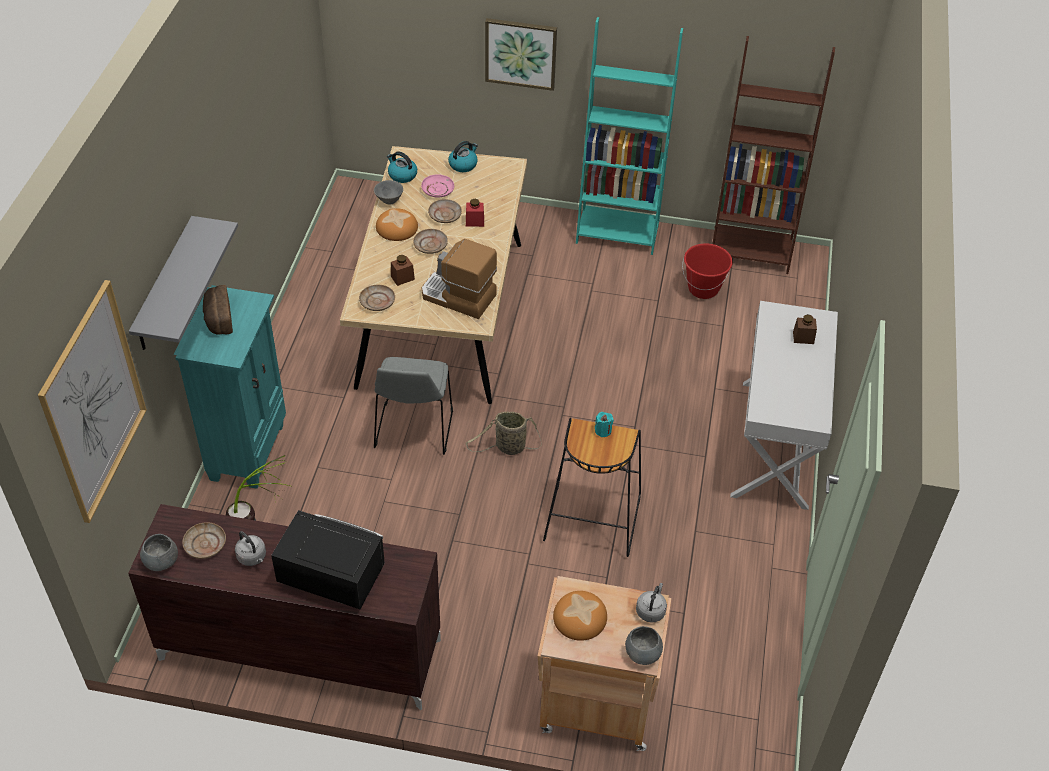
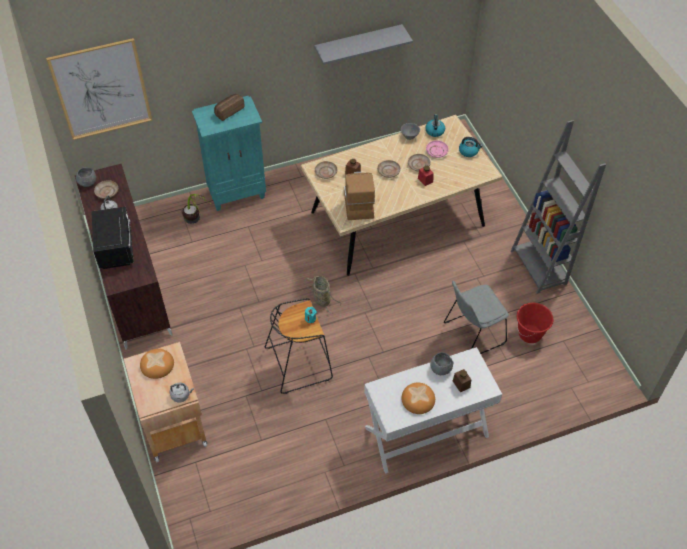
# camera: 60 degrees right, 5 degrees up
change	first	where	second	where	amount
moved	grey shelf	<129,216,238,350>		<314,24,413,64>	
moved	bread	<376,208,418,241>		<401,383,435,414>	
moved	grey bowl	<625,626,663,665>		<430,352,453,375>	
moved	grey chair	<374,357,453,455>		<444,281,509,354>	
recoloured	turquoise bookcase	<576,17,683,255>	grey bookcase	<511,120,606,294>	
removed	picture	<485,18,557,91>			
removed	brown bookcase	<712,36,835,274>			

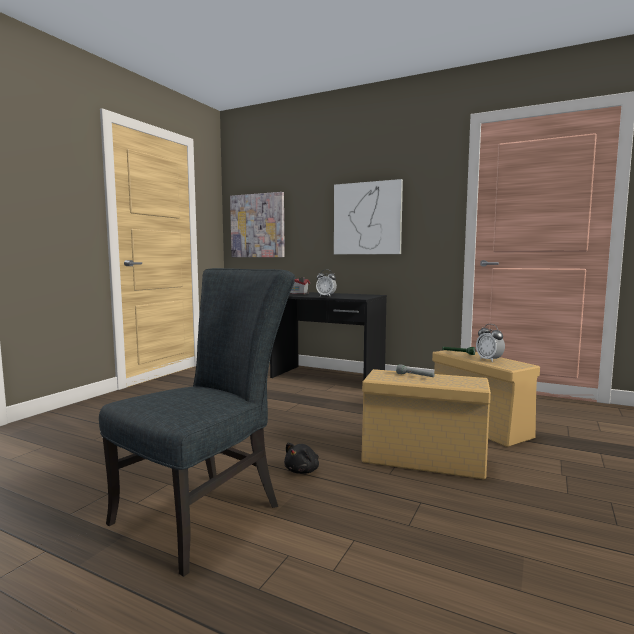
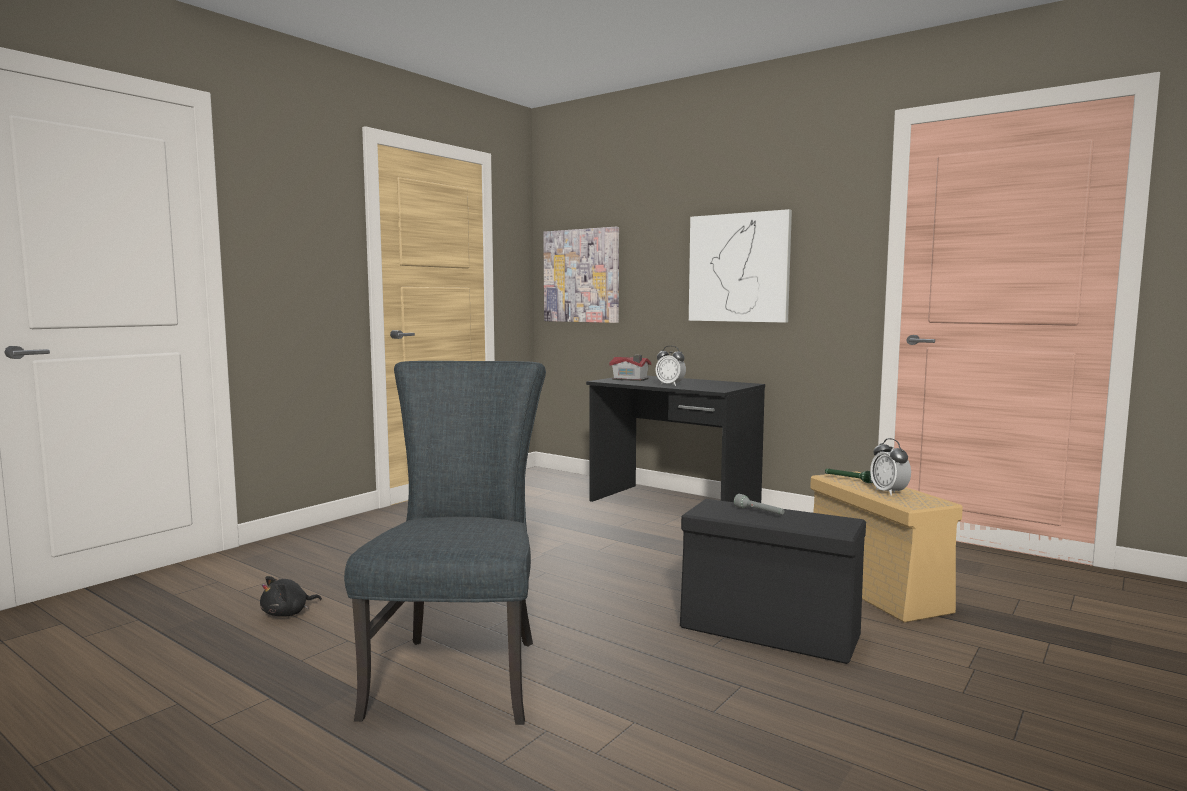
# camera: 10 degrees right, 0 degrees up
change	first	where	second	where	amount
moved	black plush toy	<284,442,319,474>		<260,576,322,617>	
turned	grey chair	<99,268,296,577>		<344,361,546,725>	45 degrees counterclockwise
recoloured	beige storage box	<361,369,491,479>	black storage box	<680,499,866,664>	

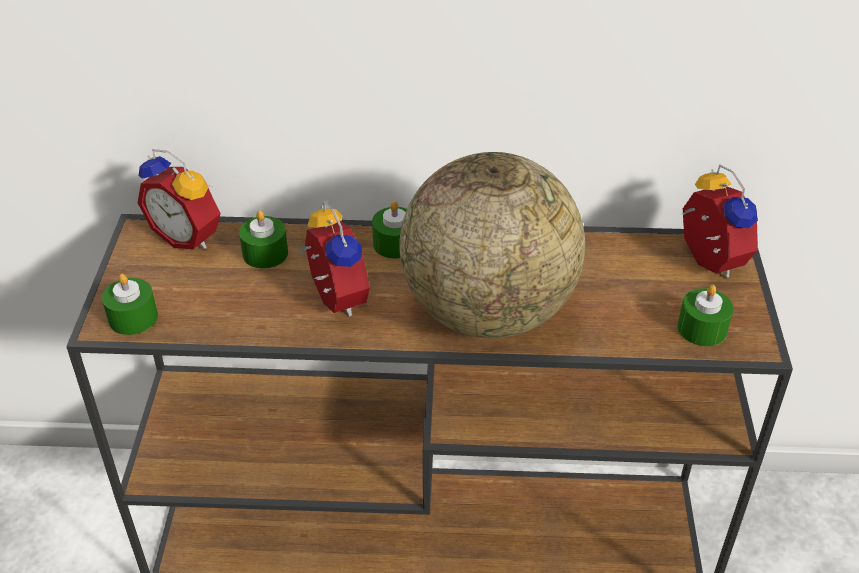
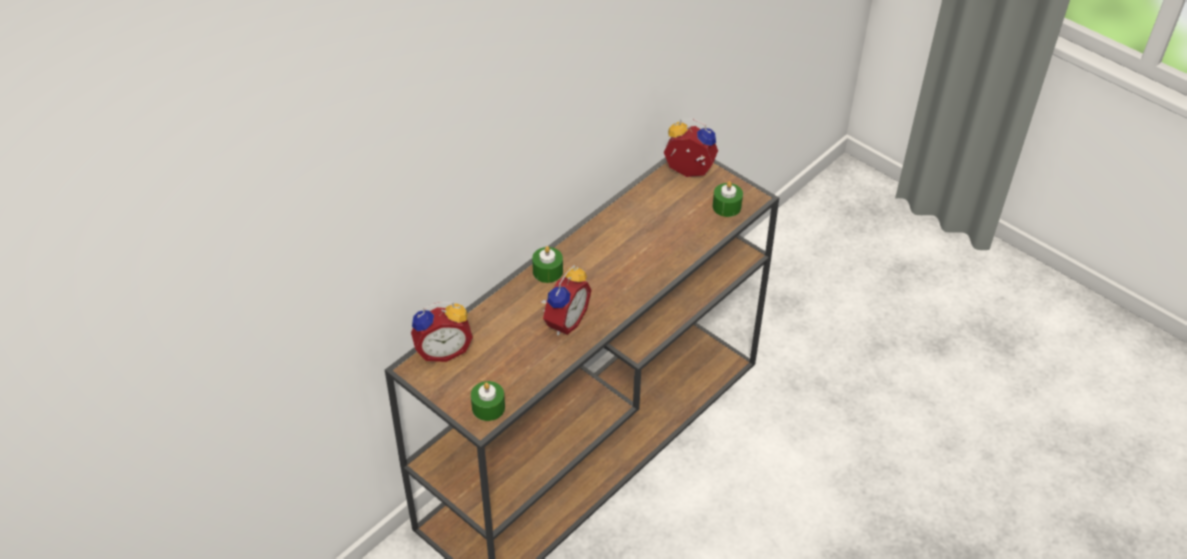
# camera: 50 degrees left, 5 degrees up
change	first	where	second	where	amount
turned	alarm clock	<297,201,370,316>		<540,265,591,336>	105 degrees clockwise
removed	green candle	<239,210,288,269>			
removed	globe	<399,152,585,338>			

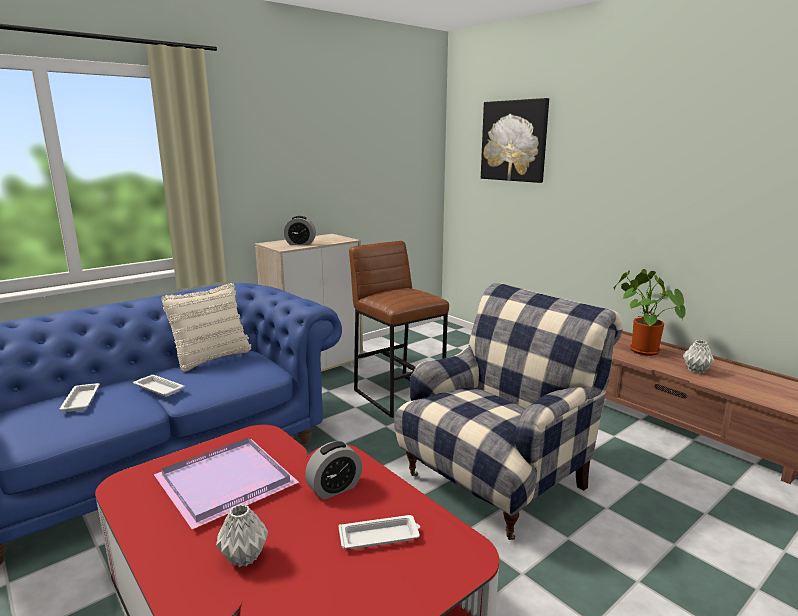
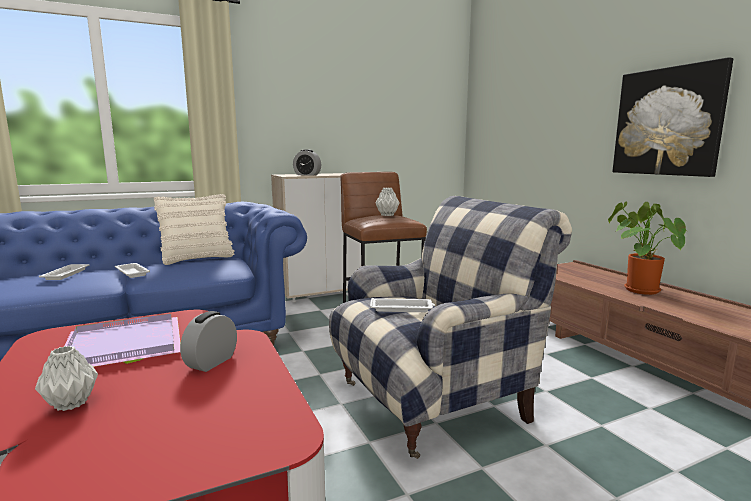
# camera: 15 degrees right, 5 degrees down
change	first	where	second	where	amount
turned	alarm clock	<305,441,362,500>		<180,311,237,372>	135 degrees clockwise
moved	white tray	<339,515,420,549>		<370,298,435,312>	
moved	grey vase	<683,340,714,374>		<375,188,400,216>	
moved	picture	<481,98,549,183>		<612,57,733,177>	

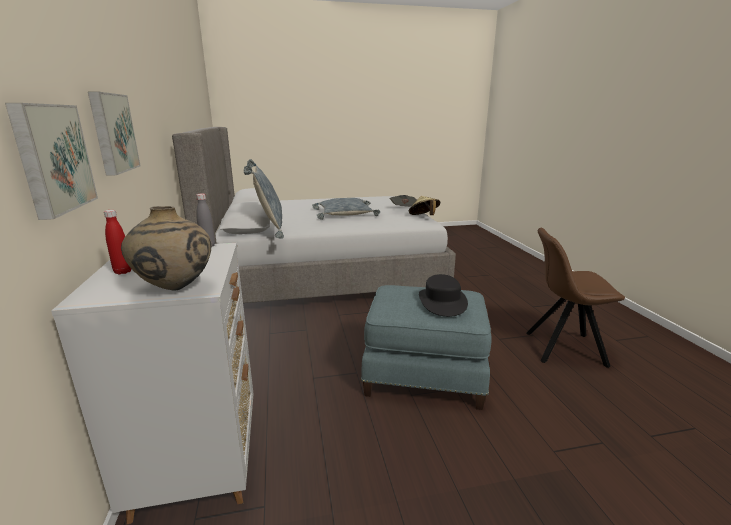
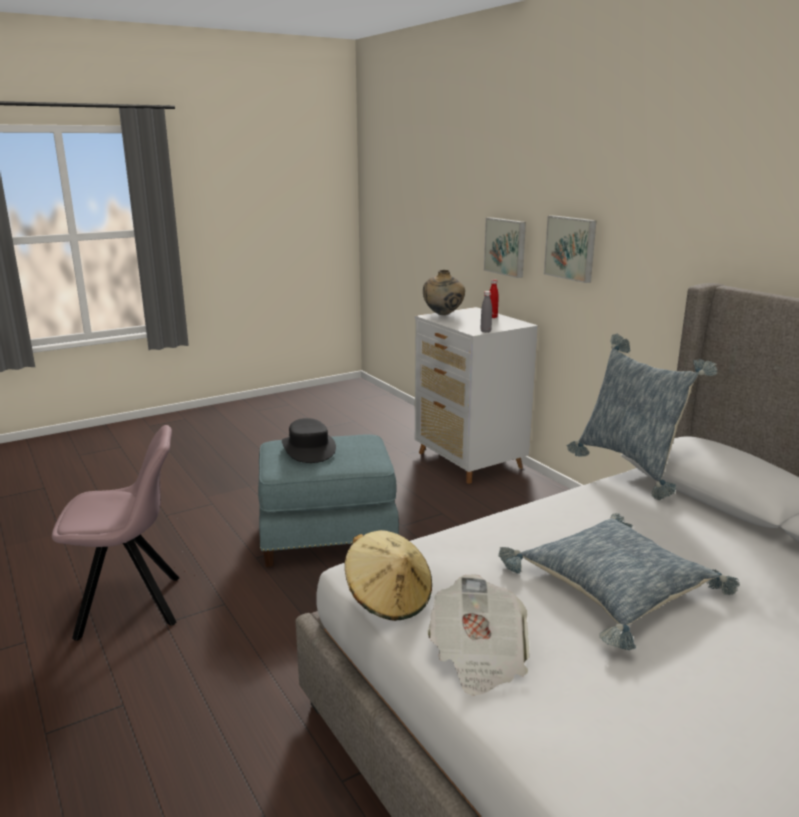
# camera: 160 degrees right, 0 degrees up
change	first	where	second	where	amount
recoloured	brown chair	<526,228,625,368>	pink chair	<52,425,179,641>	

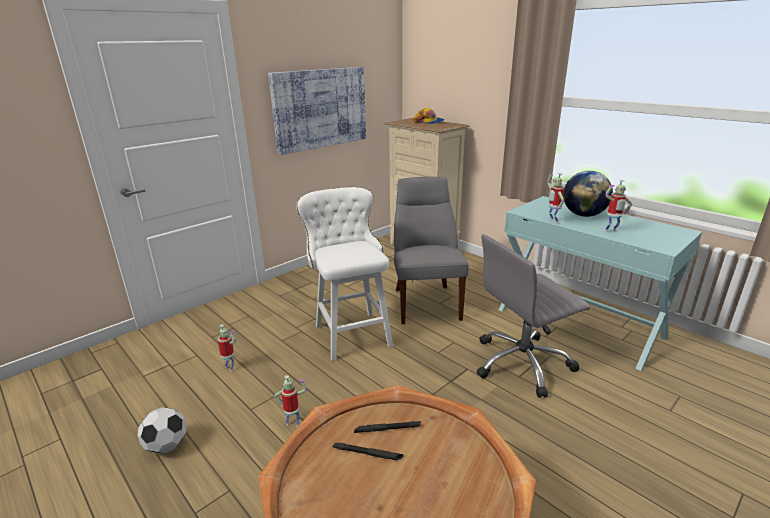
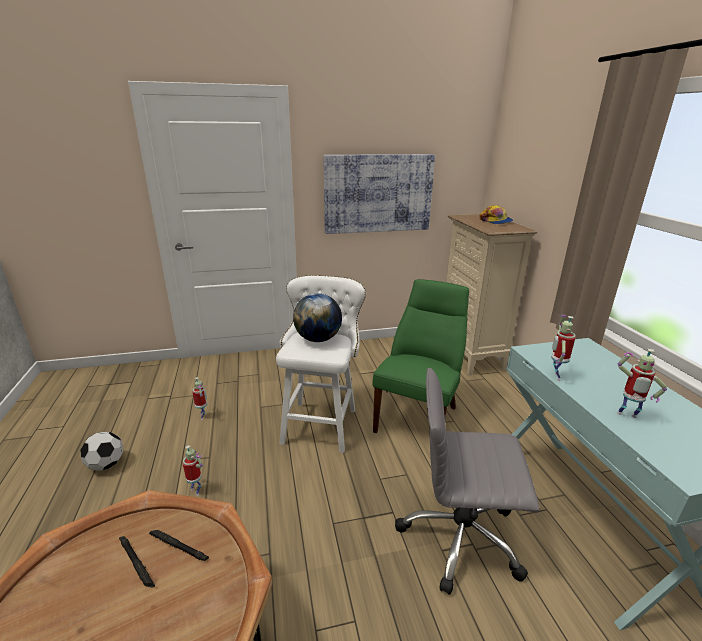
# camera: 30 degrees right, 0 degrees up
change	first	where	second	where	amount
moved	globe	<563,171,613,217>		<293,293,342,342>	
recoloured	grey chair	<394,177,469,324>	green chair	<373,279,469,433>	

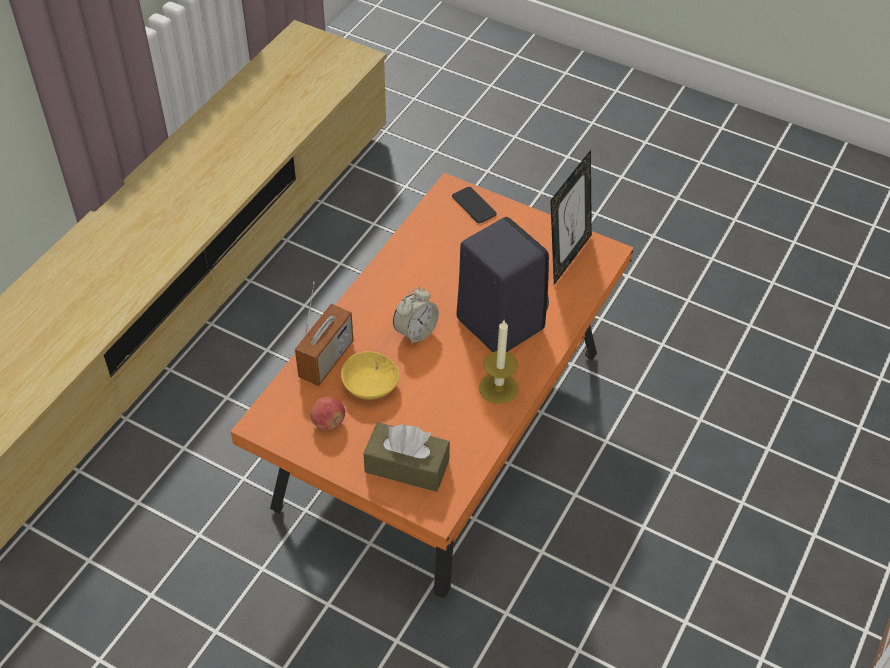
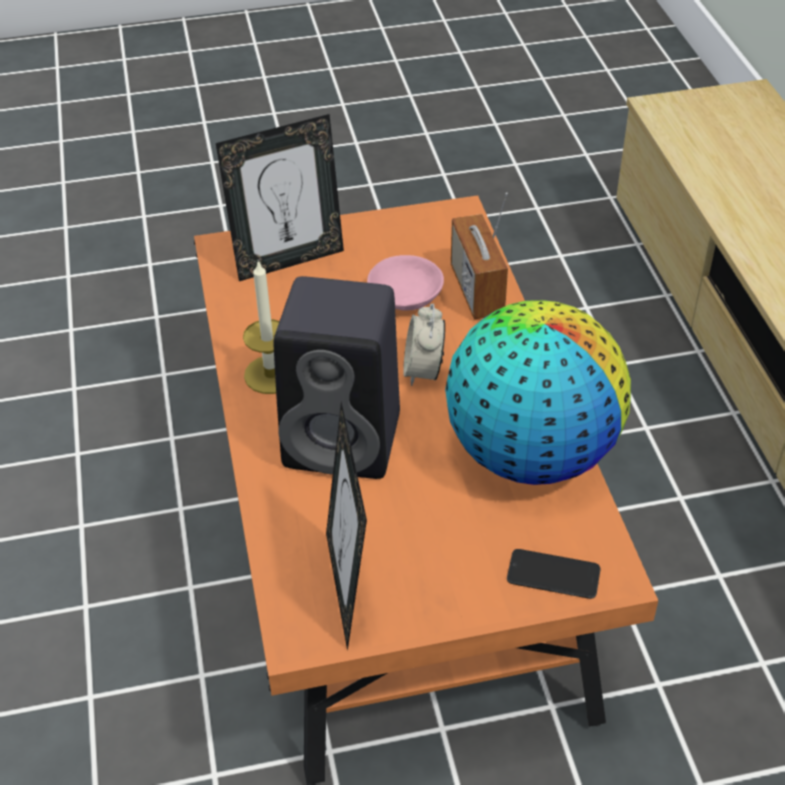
# camera: 140 degrees right, 5 degrees down
change	first	where	second	where	amount
replaced	brown tissue box	<363,422,450,492>	picture frame	<216,114,344,281>	
recoloured	yellow bowl	<341,351,400,400>	pink bowl	<367,255,444,311>	
added			globe	<445,300,631,485>	
removed	apple	<310,397,345,431>			

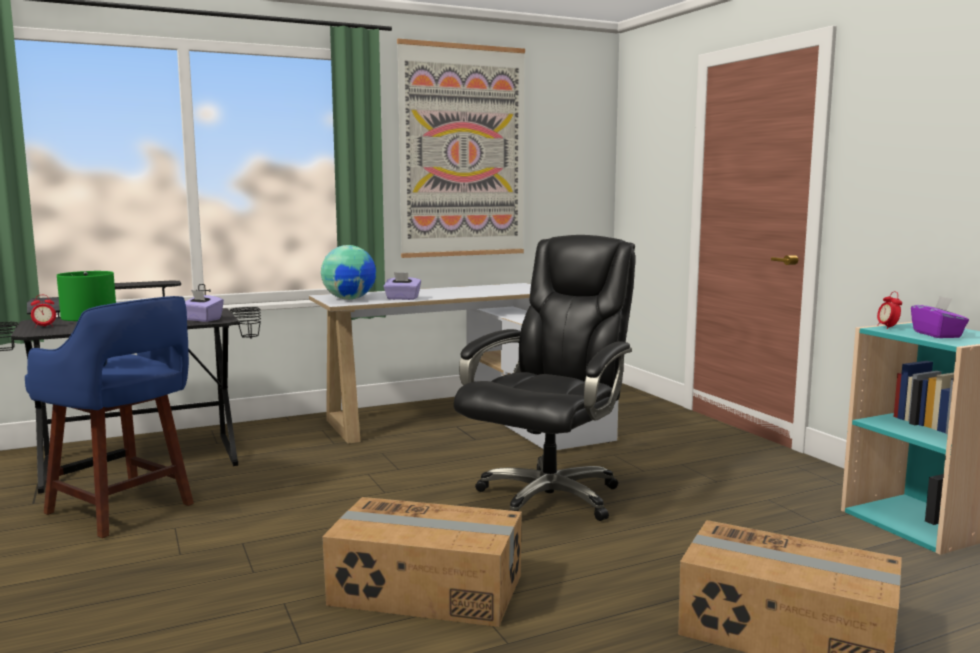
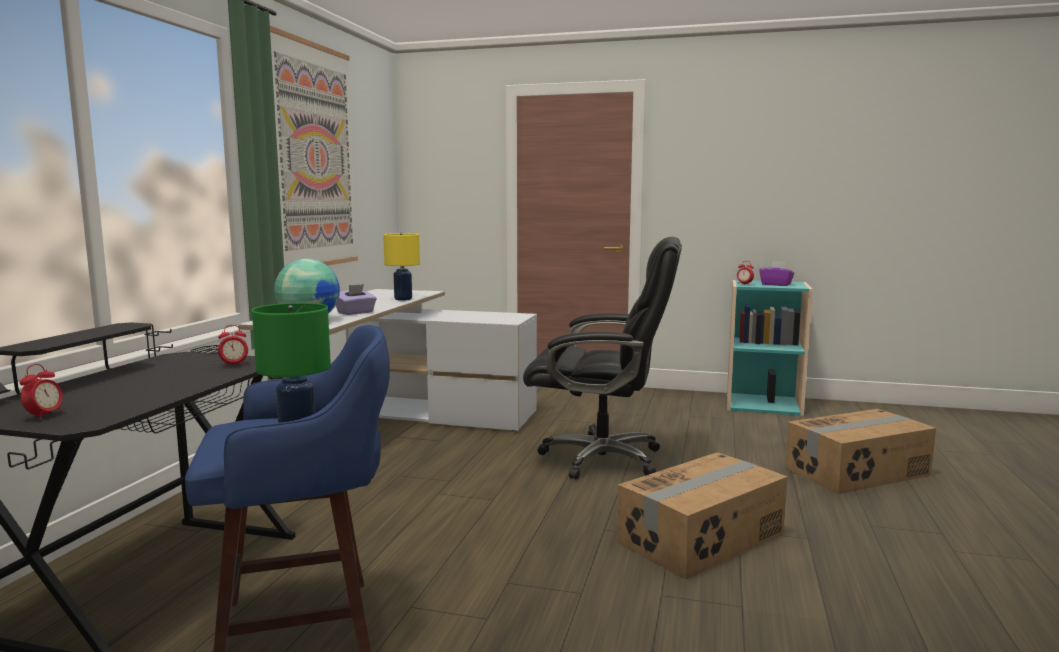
# camera: 50 degrees left, 0 degrees up
change	first	where	second	where	amount
replaced	purple tissue box	<185,290,224,322>	alarm clock	<218,325,248,367>	
added			yellow table lamp	<383,233,420,301>	
turned	black office chair	<454,235,635,521>		<523,237,682,480>	120 degrees clockwise

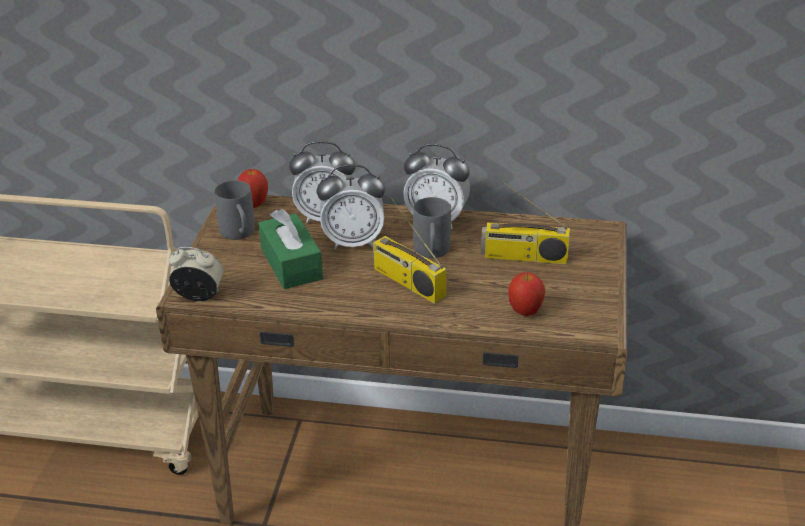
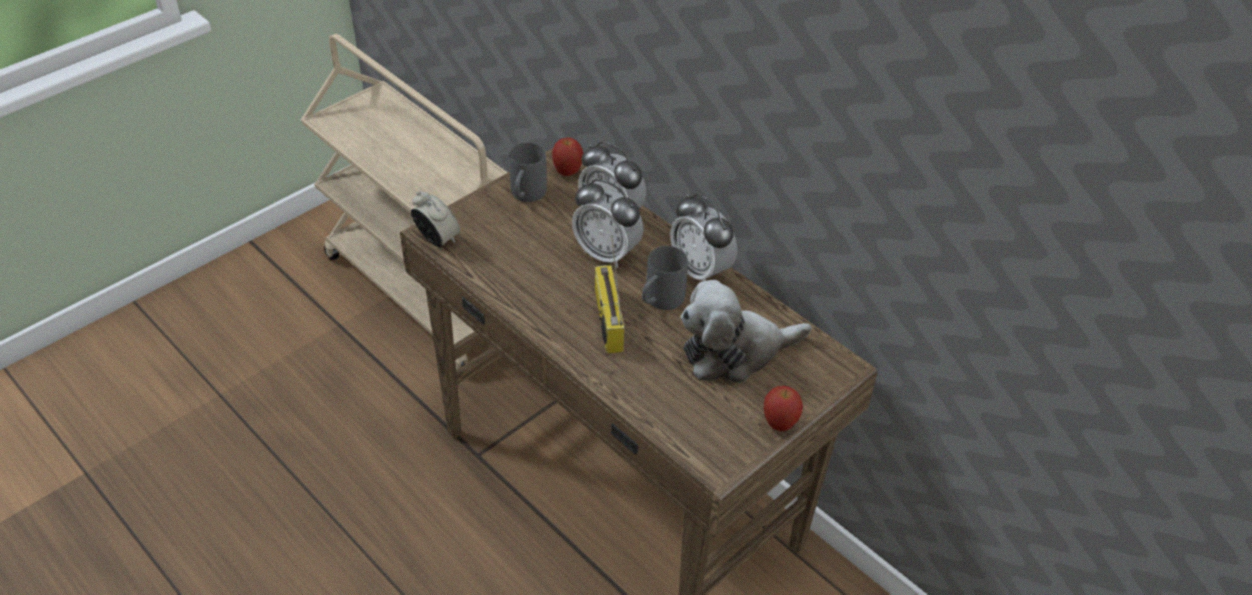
# camera: 35 degrees right, 10 degrees up
change	first	where	second	where	amount
replaced	radio	<481,181,570,264>	plush toy	<681,280,812,383>	
moved	apple	<508,272,545,316>		<764,386,803,431>	
removed	green tissue box	<259,209,323,289>			

